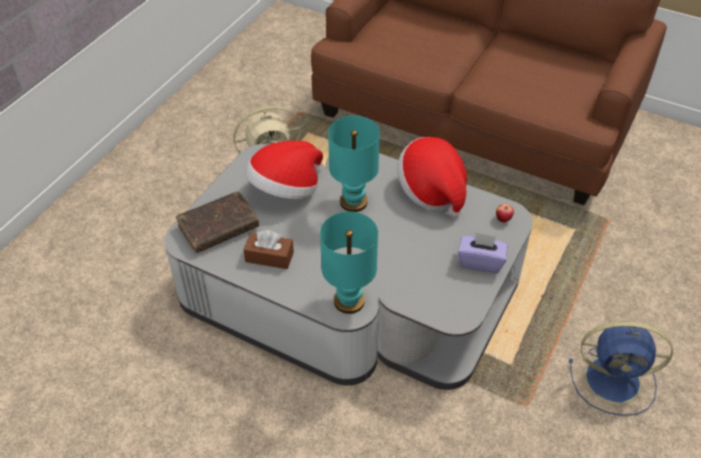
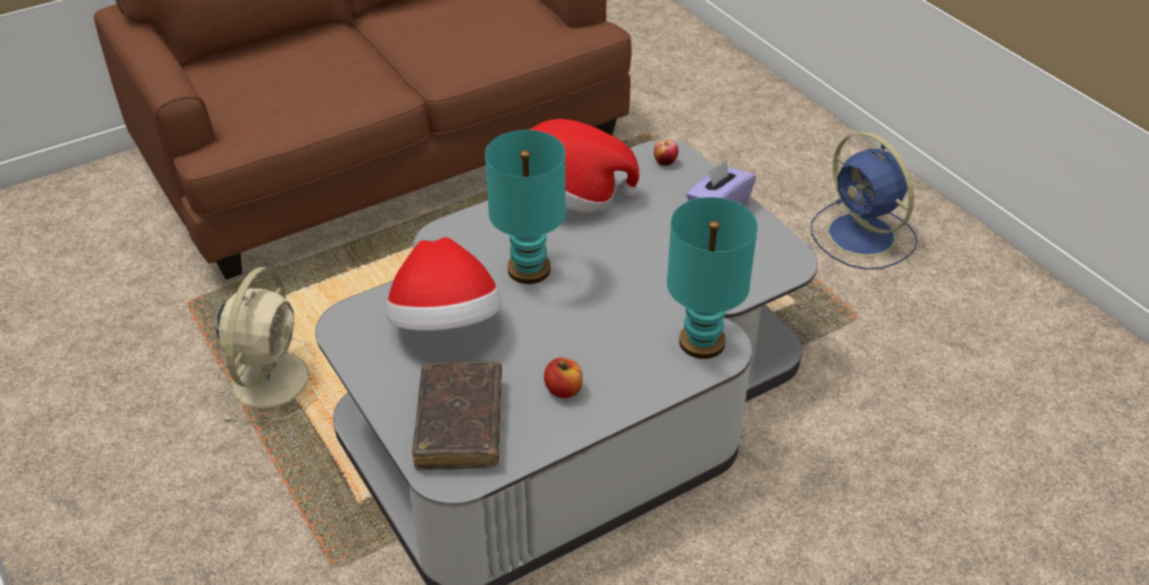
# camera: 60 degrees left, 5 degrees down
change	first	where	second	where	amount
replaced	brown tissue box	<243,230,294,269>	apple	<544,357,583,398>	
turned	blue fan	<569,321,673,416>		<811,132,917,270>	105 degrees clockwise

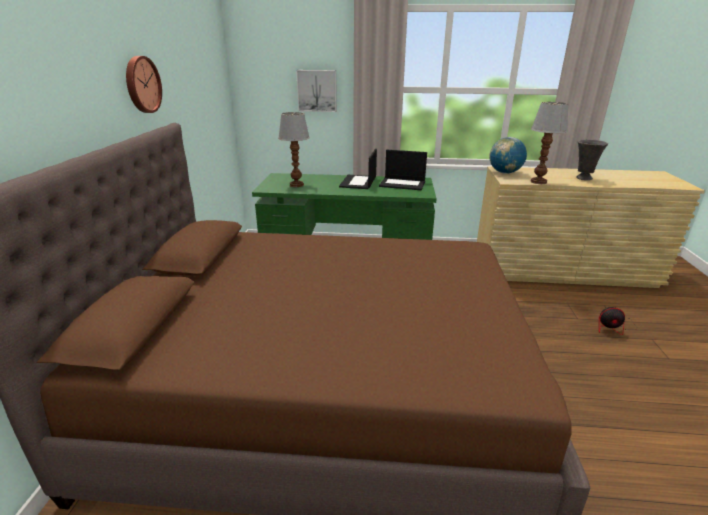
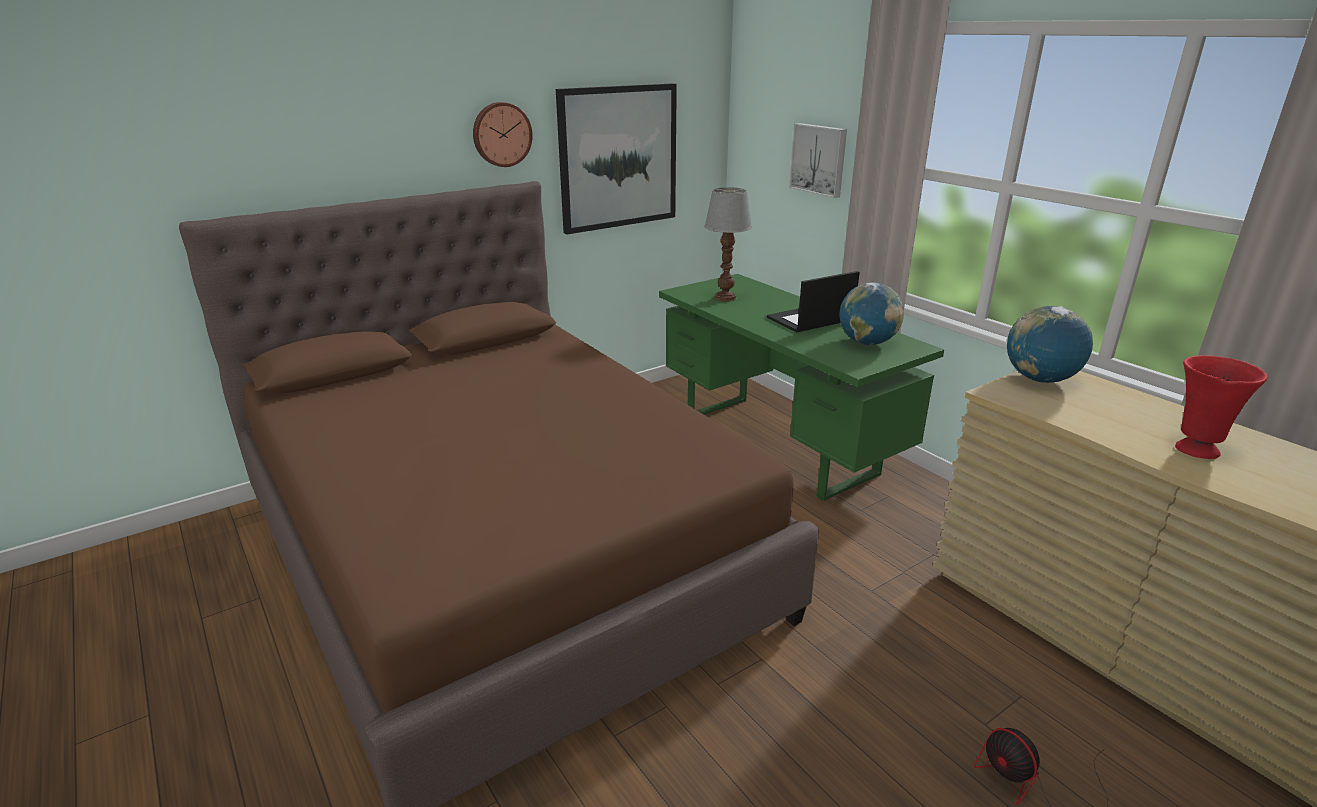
# camera: 50 degrees right, 0 degrees up
change	first	where	second	where	amount
added			picture	<556,83,677,234>	
replaced	laptop	<379,150,427,190>	globe	<840,282,904,345>	
recoloured	grey vase	<576,139,608,180>	red vase	<1175,355,1268,459>	
removed	table lamp	<531,102,568,184>			

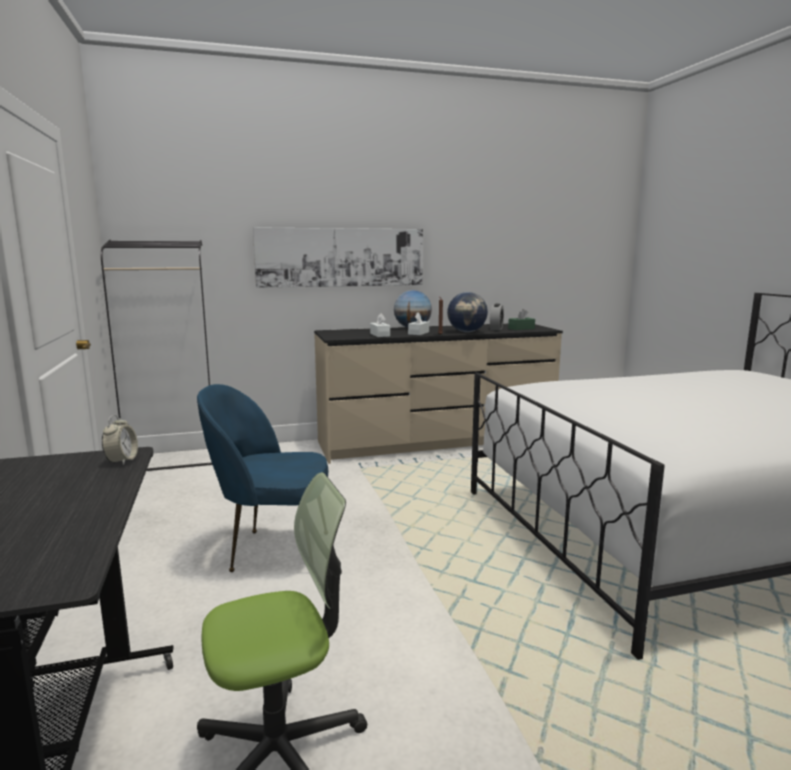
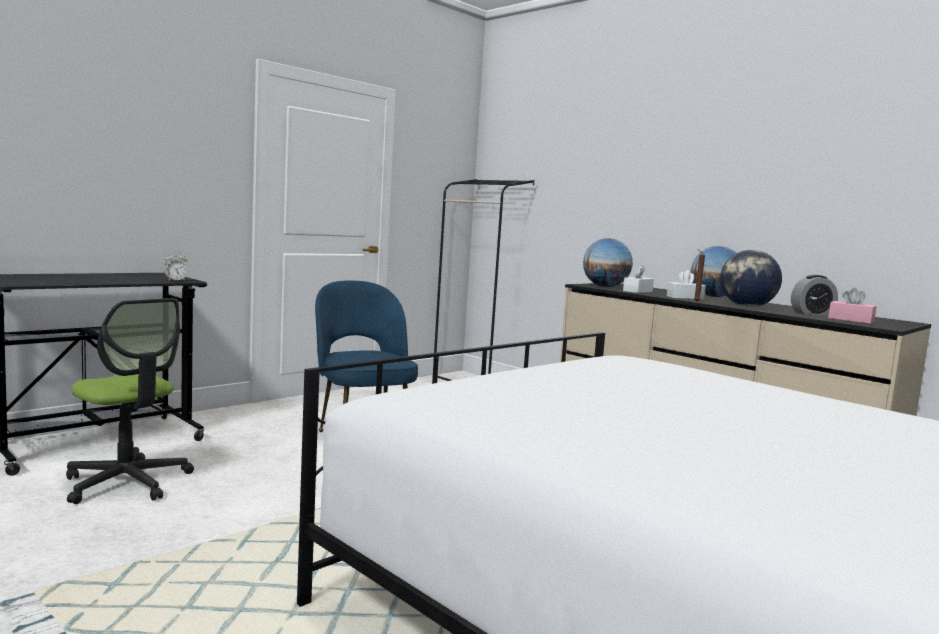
# camera: 60 degrees right, 5 degrees down
change	first	where	second	where	amount
added			globe	<583,238,633,287>	
recoloured	green tissue box	<508,309,535,330>	pink tissue box	<828,288,877,324>	
removed	picture	<253,227,423,288>			

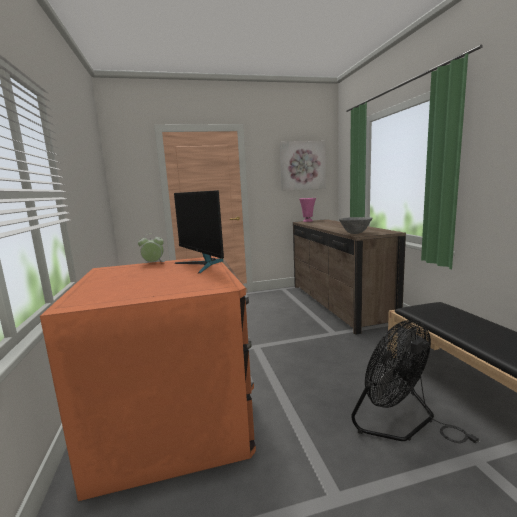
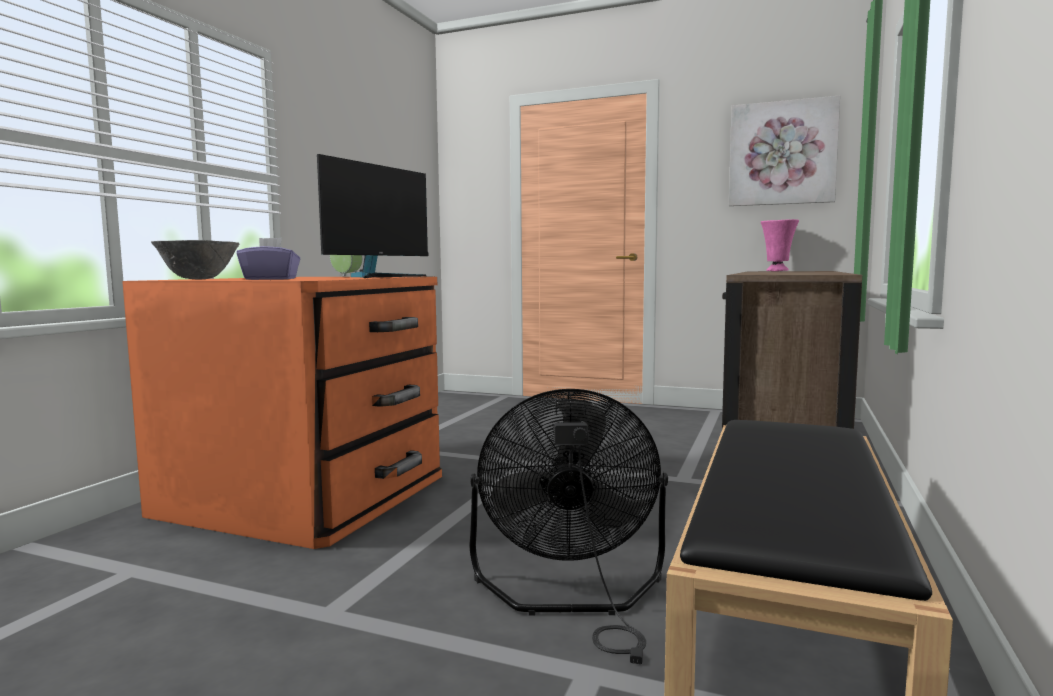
# camera: 35 degrees right, 5 degrees down
change	first	where	second	where	amount
moved	grey bowl	<339,217,373,234>		<151,240,239,279>	
added			purple tissue box	<236,237,300,280>	
turned	monitor	<174,190,224,273>		<317,154,428,278>	150 degrees counterclockwise

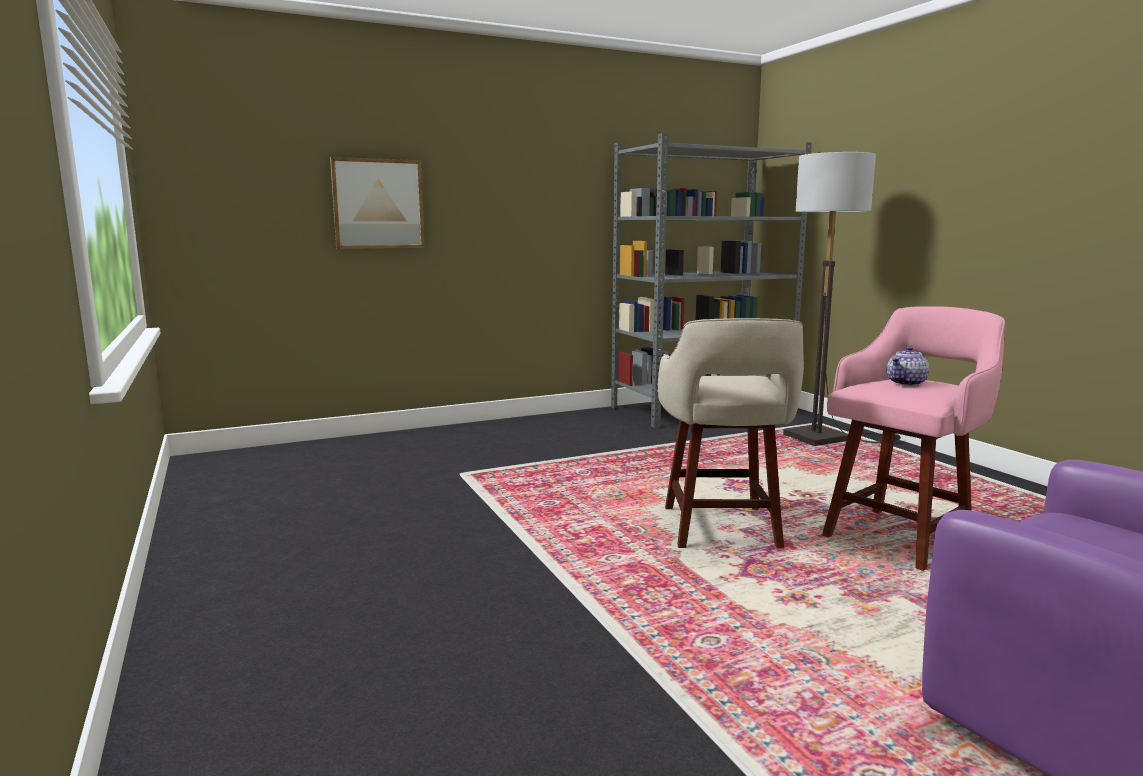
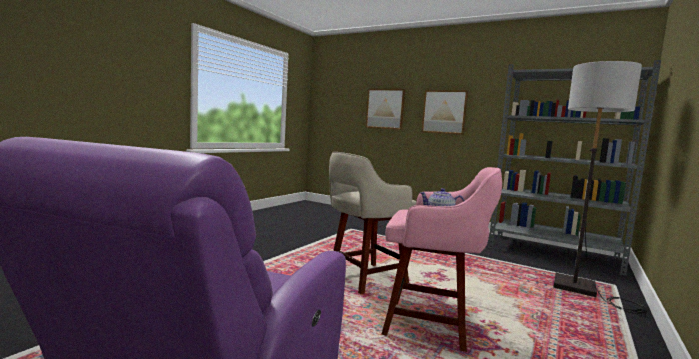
# camera: 55 degrees right, 5 degrees down
change	first	where	second	where	amount
added			picture	<421,90,468,135>	

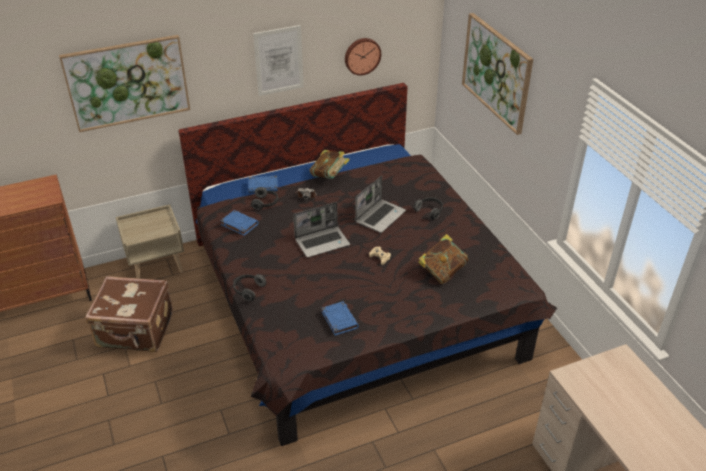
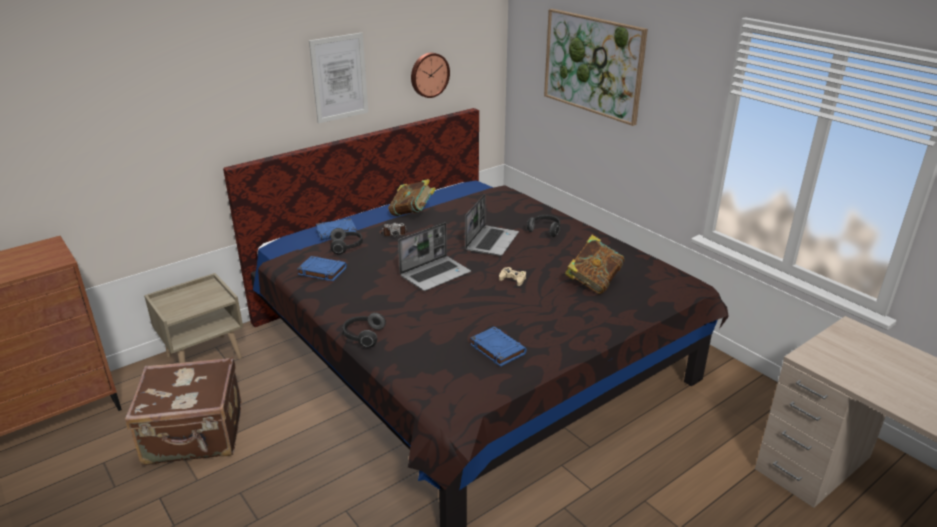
# camera: 15 degrees left, 10 degrees down
change	first	where	second	where	amount
removed	picture	<59,35,190,132>			

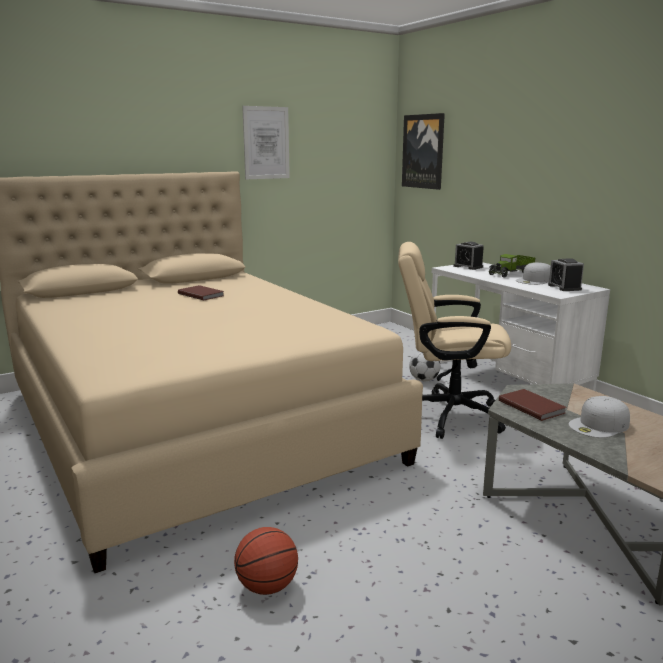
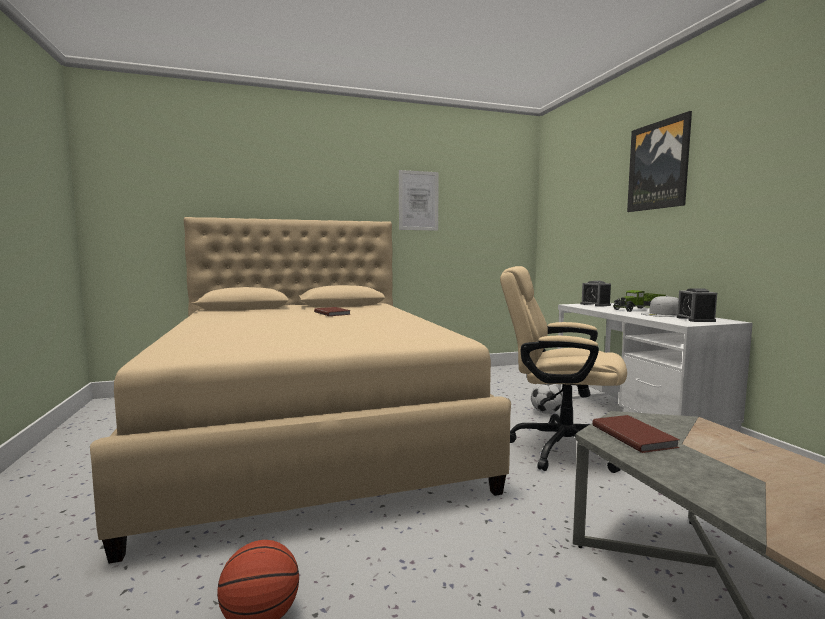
# camera: 15 degrees right, 10 degrees down
change	first	where	second	where	amount
moved	picture	<402,113,445,190>		<627,111,692,212>	
removed	white cap	<568,396,630,438>			

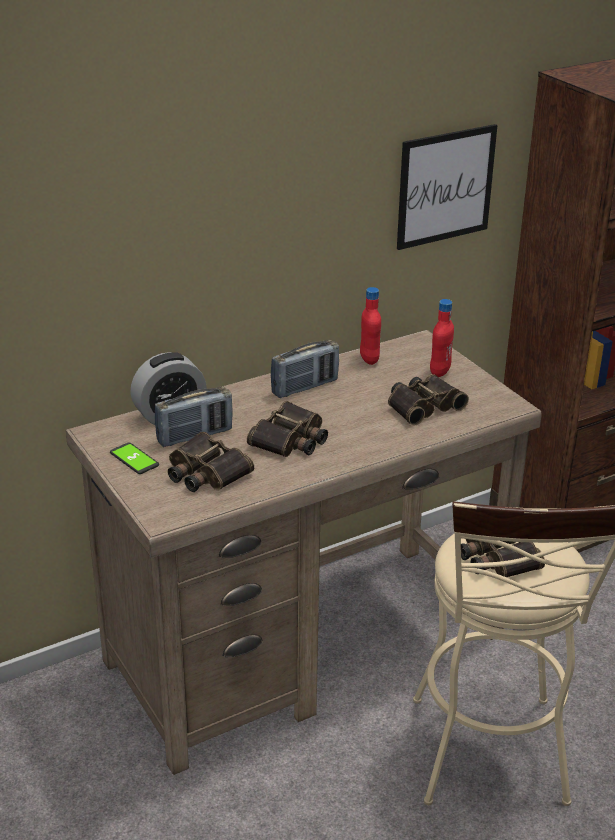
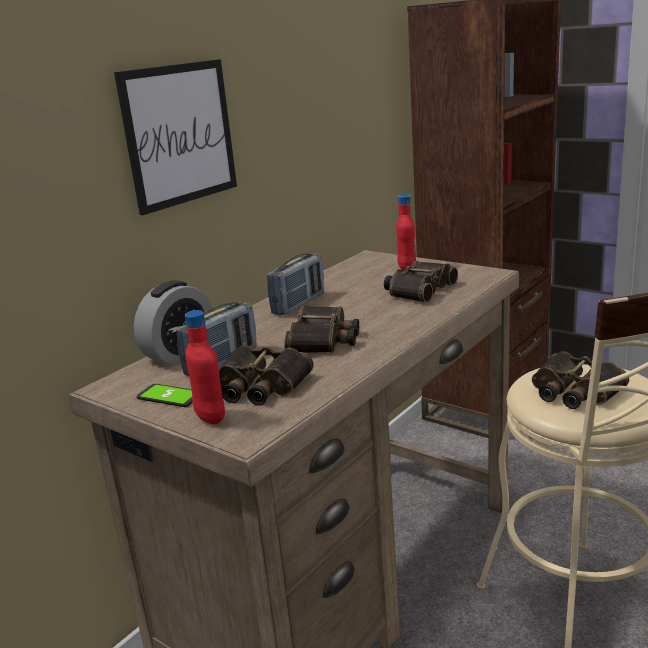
# camera: 20 degrees left, 10 degrees down
change	first	where	second	where	amount
moved	picture	<397,124,497,250>		<114,59,237,215>	
moved	red bottle	<360,287,381,365>		<185,310,225,424>	

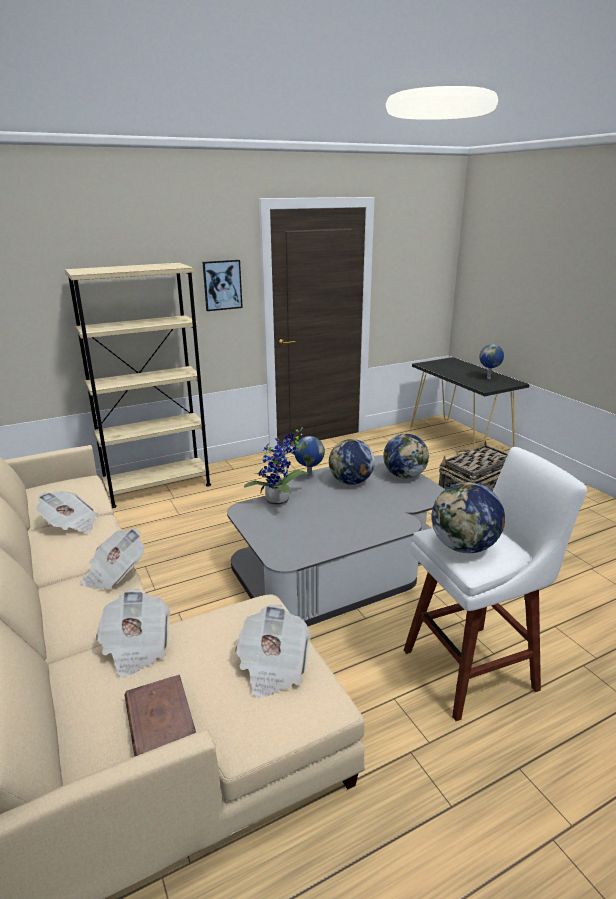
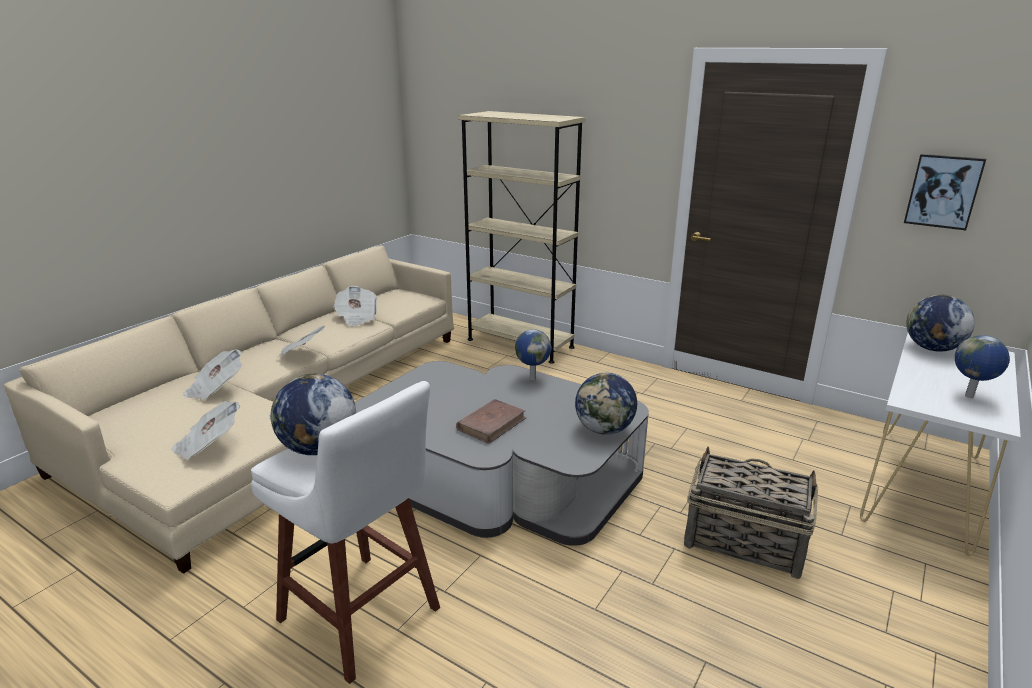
# camera: 60 degrees right, 0 degrees up
change	first	where	second	where	amount
moved	brown book	<125,675,196,757>		<456,399,527,444>	
recoloured	black console table	<410,357,530,449>	white console table	<860,333,1021,556>	
moved	picture	<202,260,243,311>		<904,154,986,230>	
moved	globe	<329,439,375,485>		<906,294,975,352>	
removed	potted plant	<244,428,309,506>			

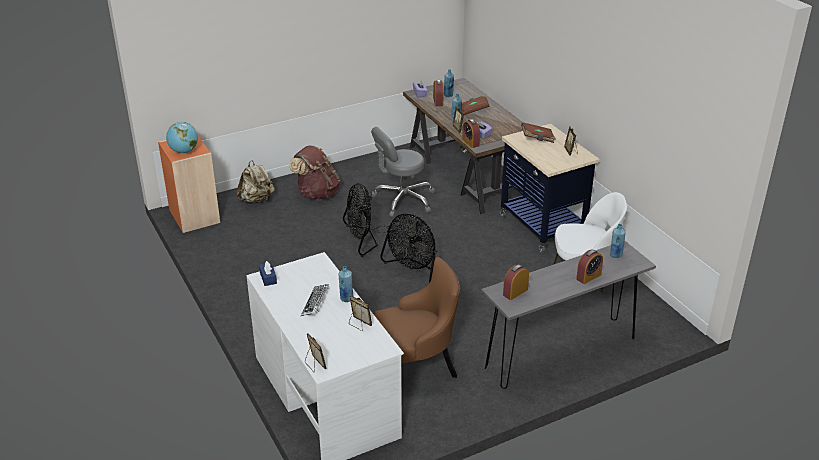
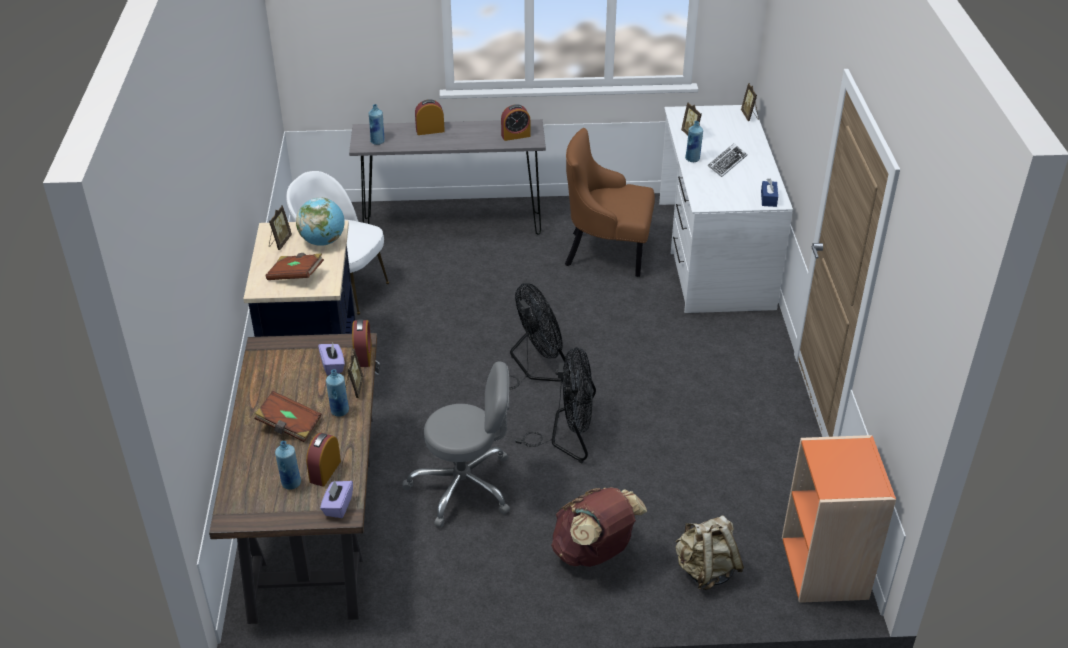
# camera: 155 degrees left, 5 degrees up
change	first	where	second	where	amount
moved	globe	<166,122,198,153>		<296,198,345,246>	

